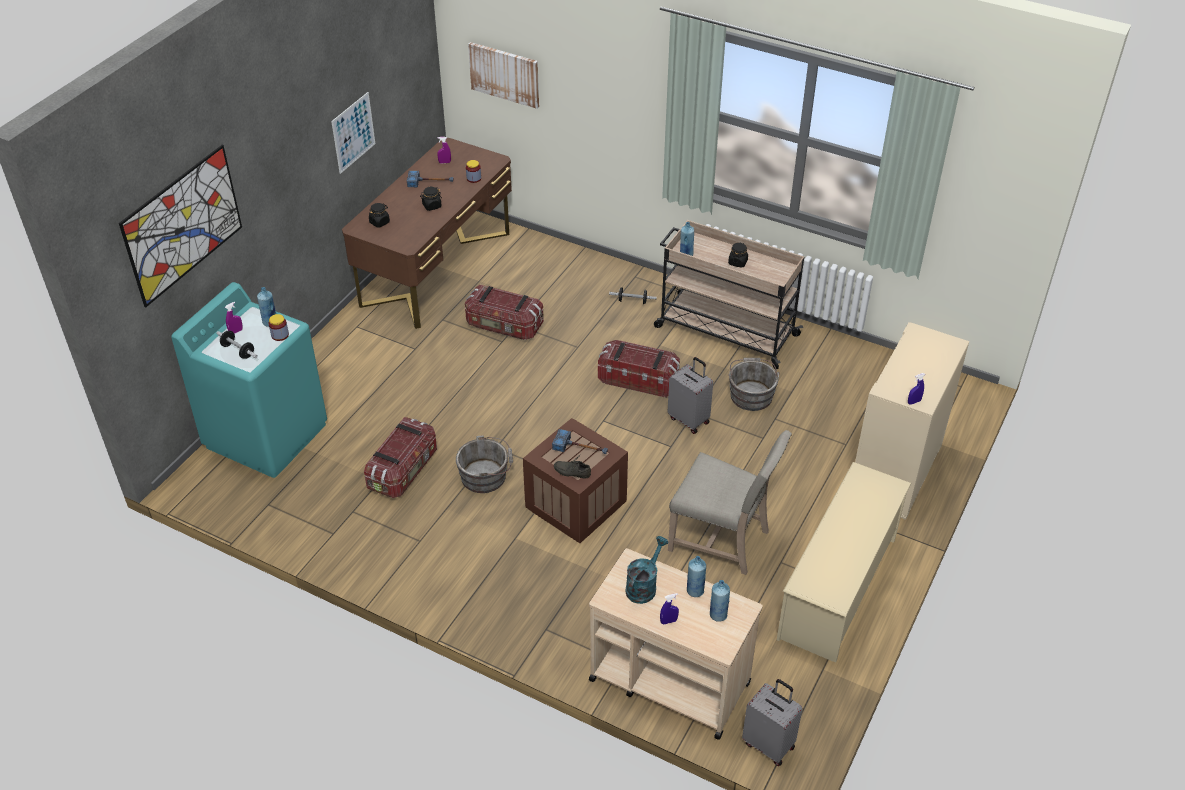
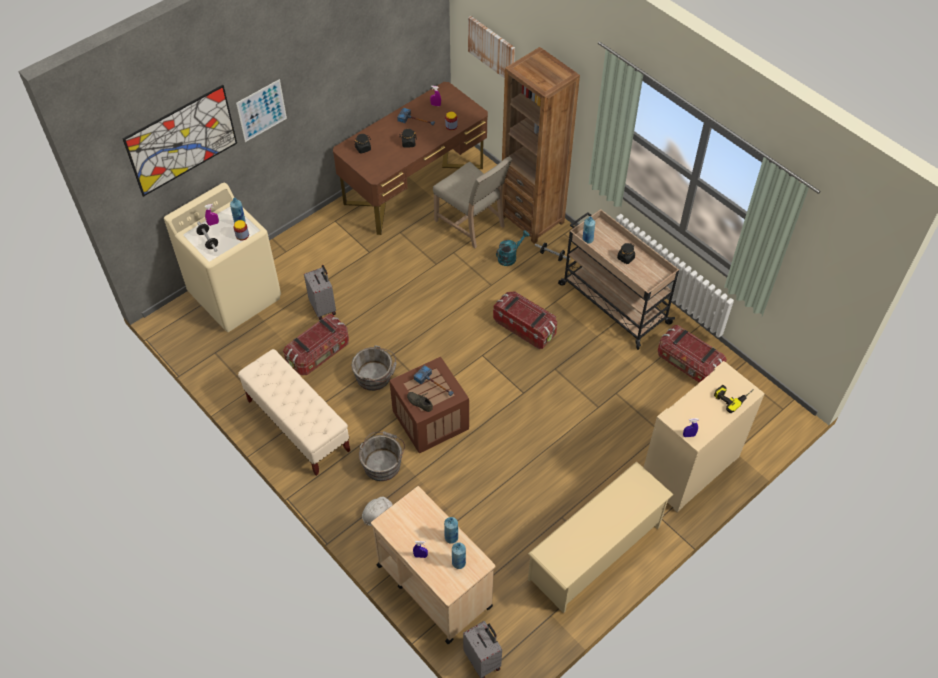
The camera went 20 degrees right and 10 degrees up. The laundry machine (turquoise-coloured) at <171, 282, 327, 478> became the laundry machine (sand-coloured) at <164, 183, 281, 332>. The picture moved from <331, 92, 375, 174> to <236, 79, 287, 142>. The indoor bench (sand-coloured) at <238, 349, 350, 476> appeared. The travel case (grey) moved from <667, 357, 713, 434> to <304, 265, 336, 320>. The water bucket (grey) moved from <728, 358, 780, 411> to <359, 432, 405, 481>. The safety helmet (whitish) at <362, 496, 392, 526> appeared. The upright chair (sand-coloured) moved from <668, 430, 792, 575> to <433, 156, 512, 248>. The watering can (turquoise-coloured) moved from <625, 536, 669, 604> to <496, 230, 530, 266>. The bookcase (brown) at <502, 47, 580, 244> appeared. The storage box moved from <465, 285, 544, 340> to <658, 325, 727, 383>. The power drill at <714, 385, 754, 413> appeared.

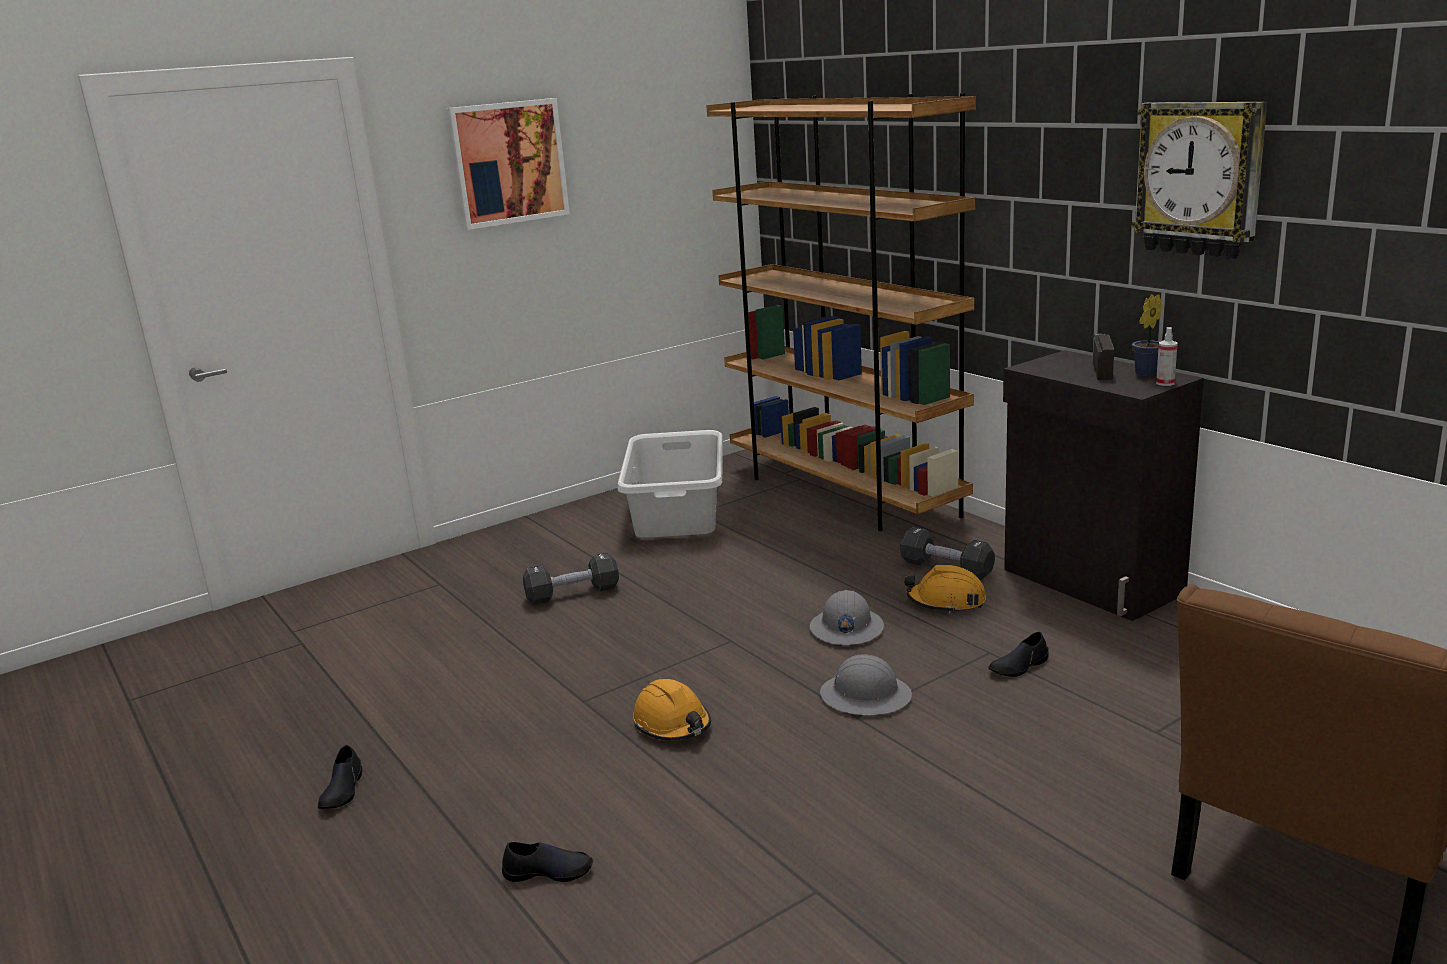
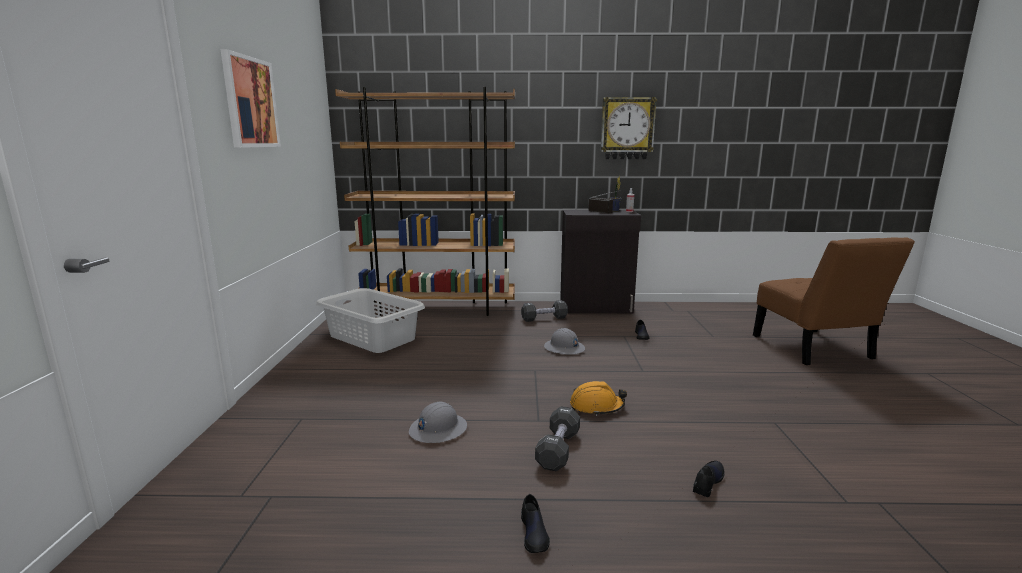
The camera went 55 degrees left and 5 degrees down. The safety helmet (grey) moved from <820, 654, 912, 715> to <409, 402, 467, 443>. The item of footwear (black) at <318, 745, 362, 809> turned 45 degrees clockwise. The dumbbell (black) moved from <523, 552, 619, 605> to <535, 406, 580, 471>. The safety helmet (orangey) at <904, 565, 986, 614> disappeared.

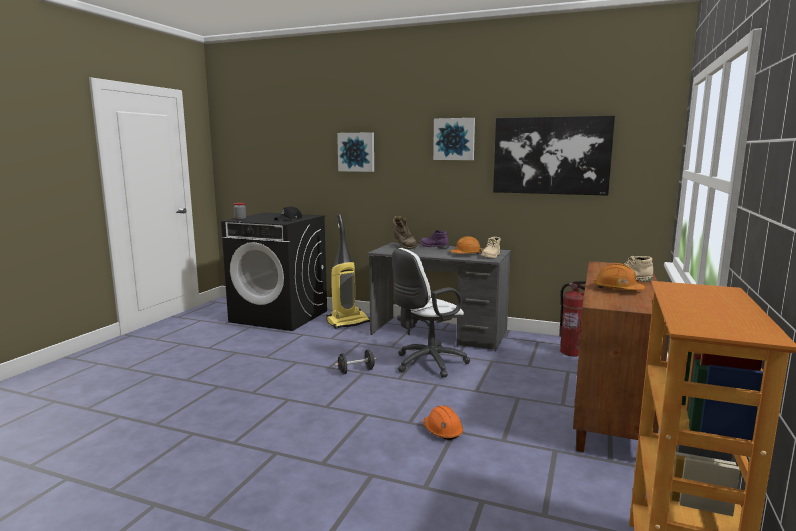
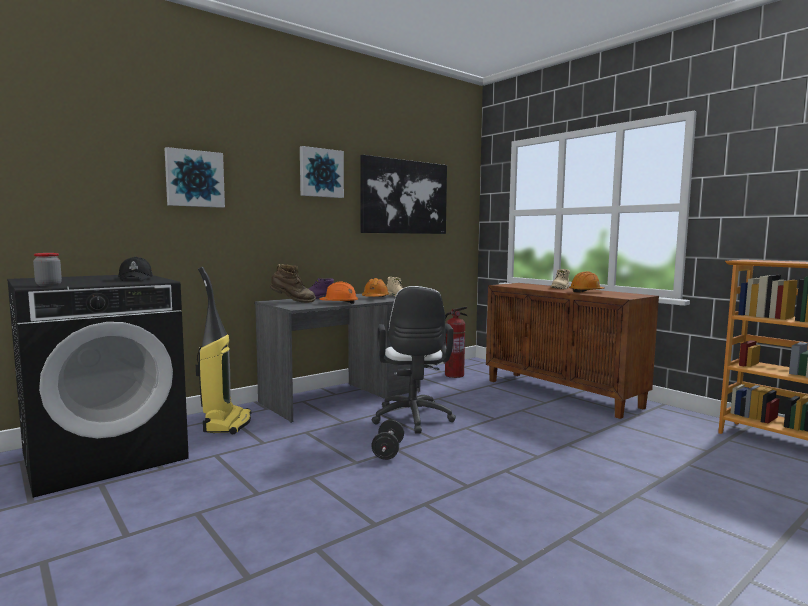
The camera went 60 degrees left and 5 degrees down. The safety helmet (orangey) moved from <423, 406, 463, 440> to <319, 282, 358, 304>.

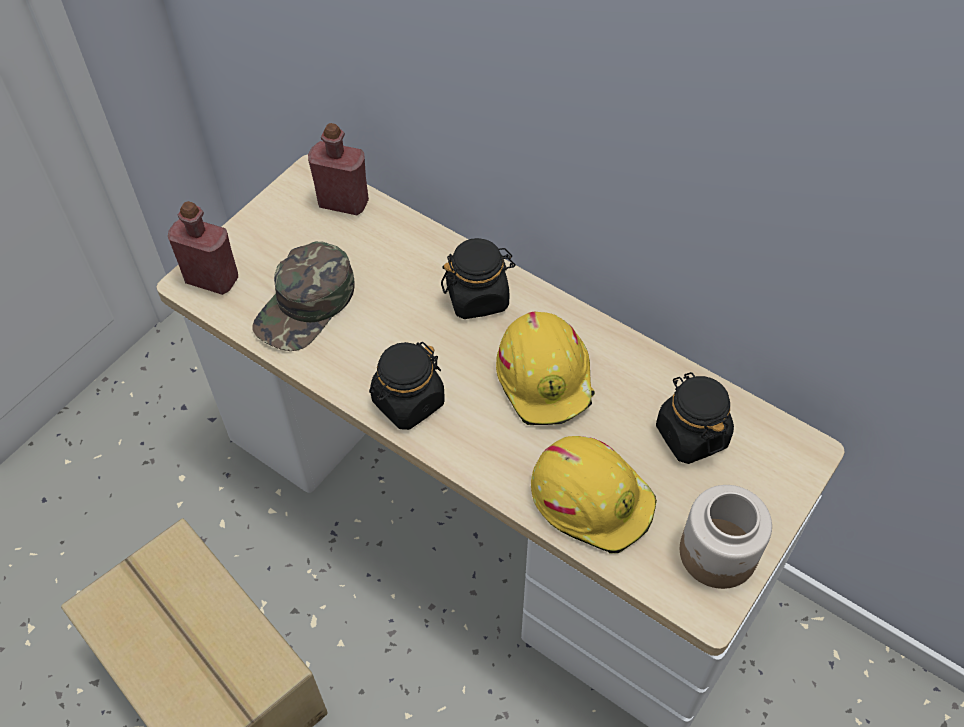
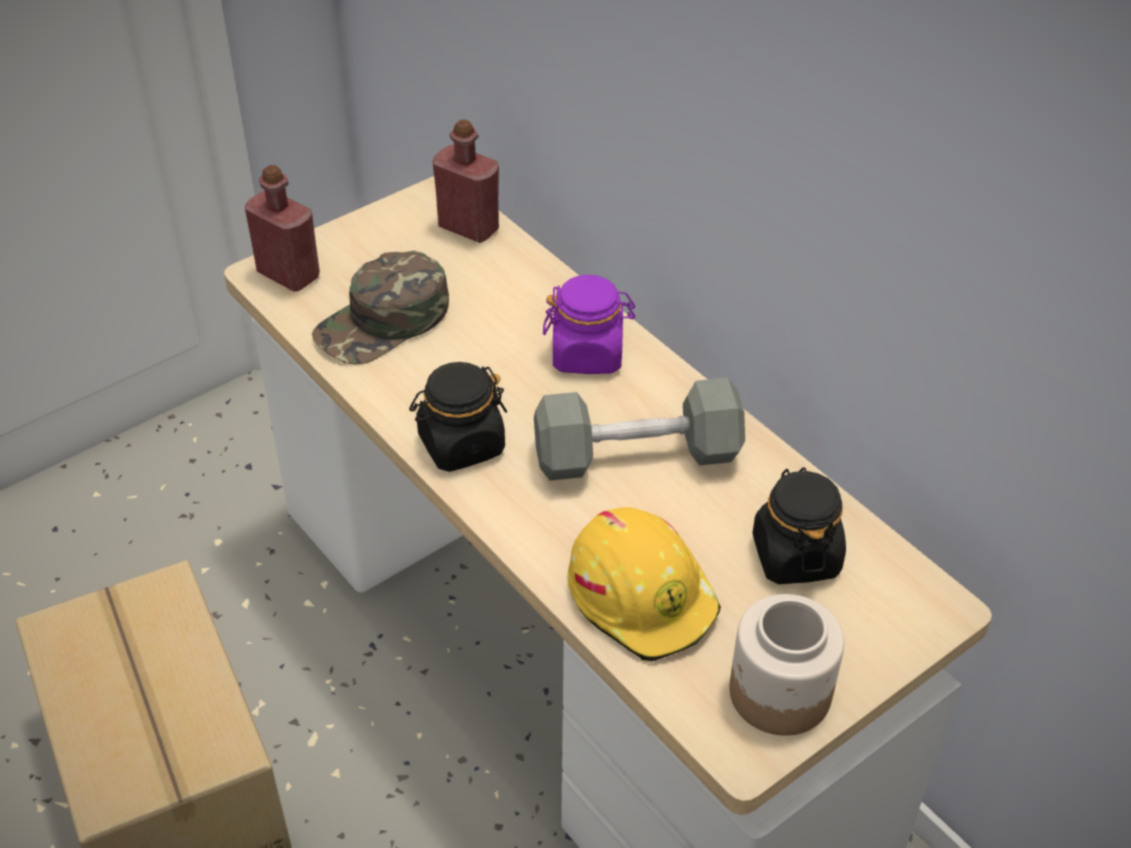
The camera went 15 degrees right and 10 degrees down. The safety helmet (yellow-coloured) at <496, 312, 595, 425> was replaced by the dumbbell (grey) at <534, 378, 745, 481>. The storage jar (black) at <441, 238, 515, 319> became the storage jar (purple-coloured) at <543, 275, 635, 374>.

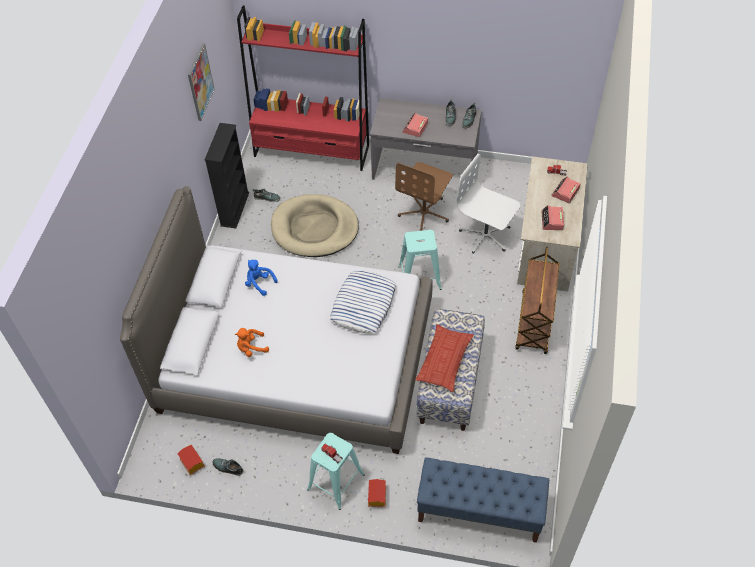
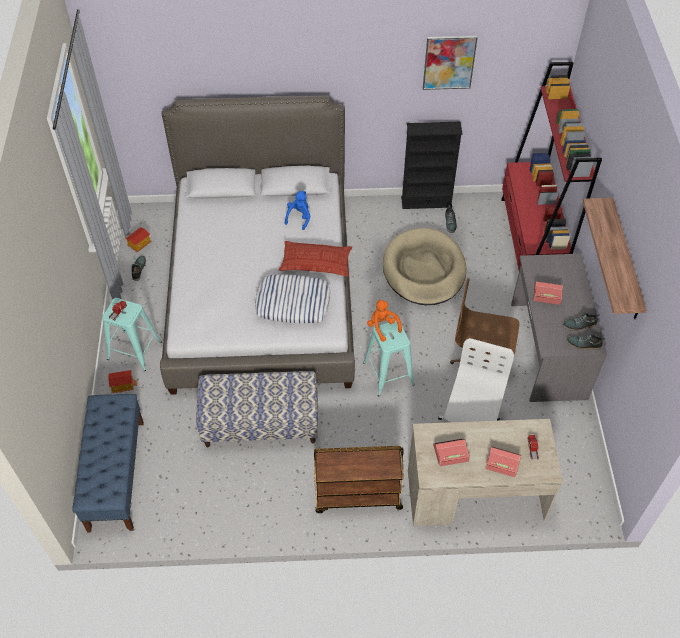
The camera went 75 degrees right and 0 degrees up. The pillow moved from <415, 324, 474, 392> to <279, 241, 352, 276>. The cuddly toy (orangey) moved from <235, 328, 269, 357> to <367, 299, 402, 342>. The wall shelf at <583, 198, 646, 319> appeared.

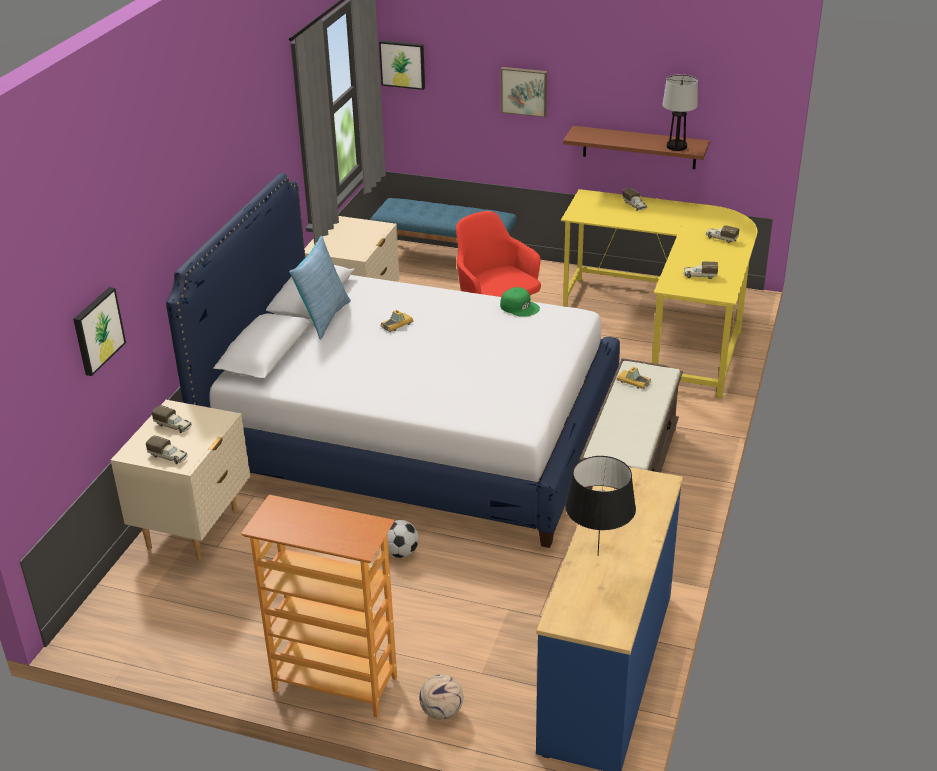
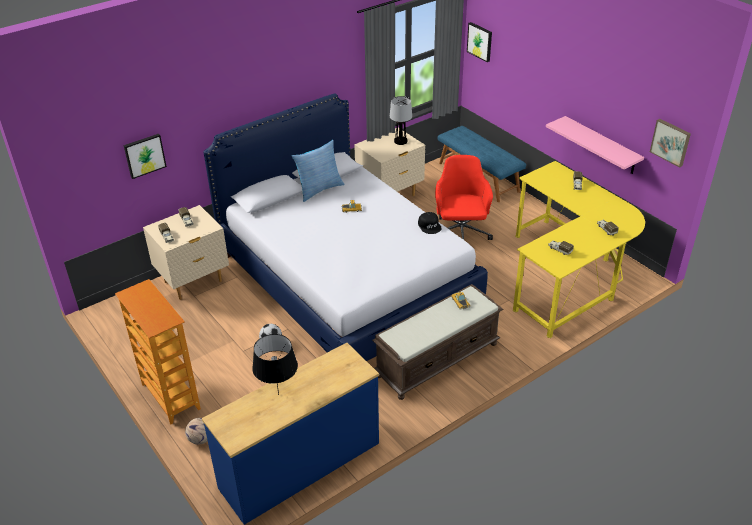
The camera went 35 degrees right and 5 degrees up. The table lamp moved from <662, 74, 698, 151> to <390, 96, 412, 145>. The cap (green-coloured) at <500, 287, 540, 317> became the cap (black) at <418, 212, 442, 234>. The wall shelf (brown) at <563, 126, 710, 169> became the wall shelf (pink) at <546, 116, 644, 174>. The picture moved from <501, 67, 547, 117> to <650, 119, 691, 167>.

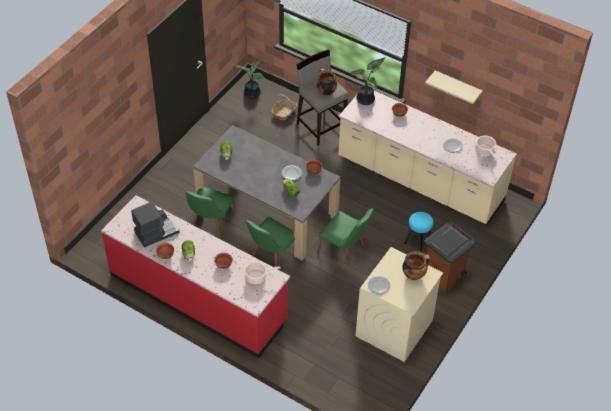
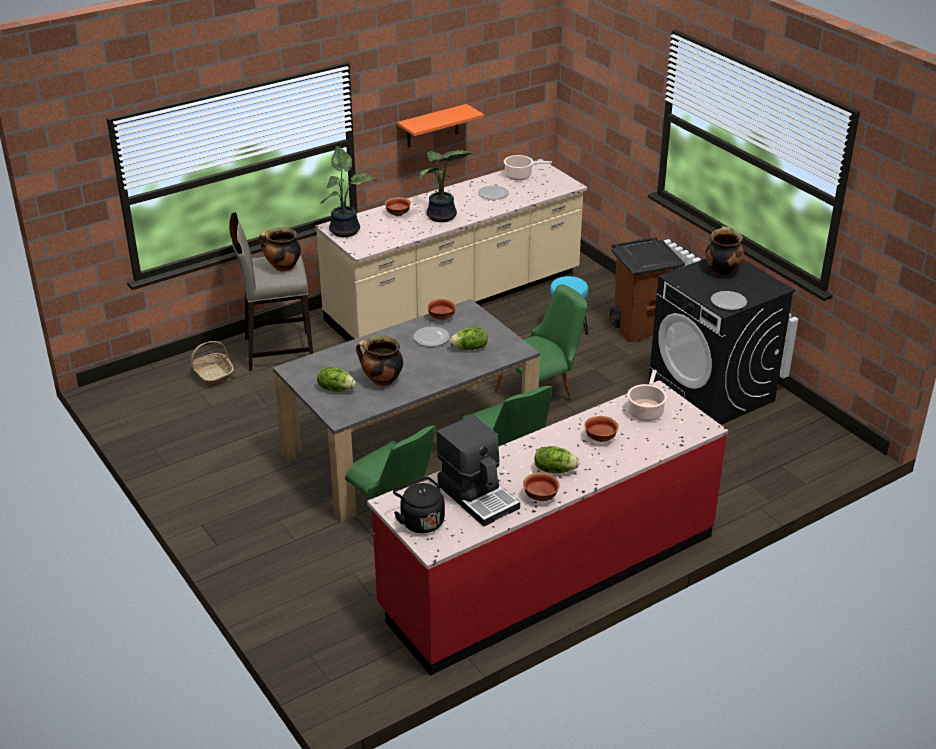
The camera went 65 degrees left and 15 degrees down. The stockpot at <356, 336, 403, 386> appeared. The kettle (black) at <393, 477, 445, 533> appeared. The wall shelf (sand-coloured) at <425, 70, 483, 104> became the wall shelf (orangey) at <397, 104, 484, 147>. The plant in a pot moved from <233, 61, 265, 99> to <420, 150, 474, 222>. The coffee brewer at <131, 202, 180, 247> turned 150 degrees clockwise. The laundry machine (sand-coloured) at <356, 247, 443, 362> became the laundry machine (black) at <648, 259, 795, 425>.

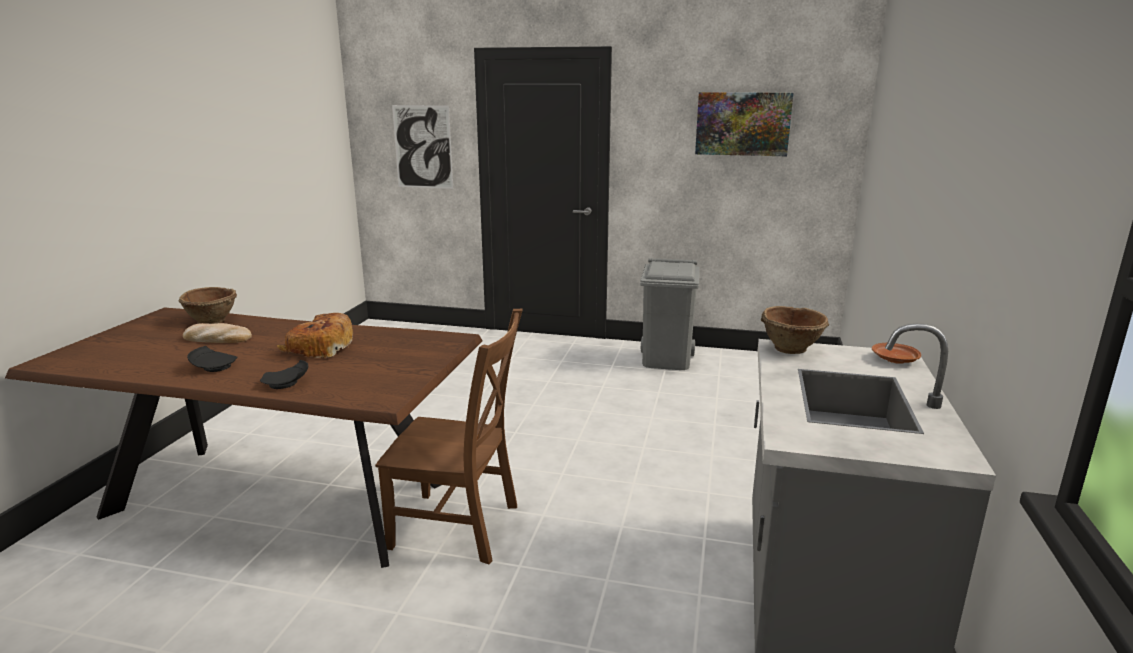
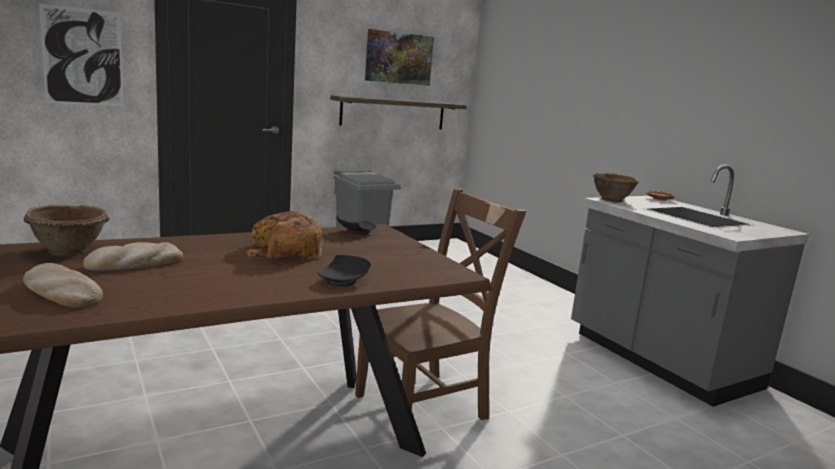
The camera went 45 degrees left and 5 degrees down. The baked bread at <23, 263, 103, 307> appeared. The wall shelf at <330, 95, 467, 129> appeared. The flat dish (black) moved from <187, 346, 238, 372> to <337, 215, 377, 235>.

